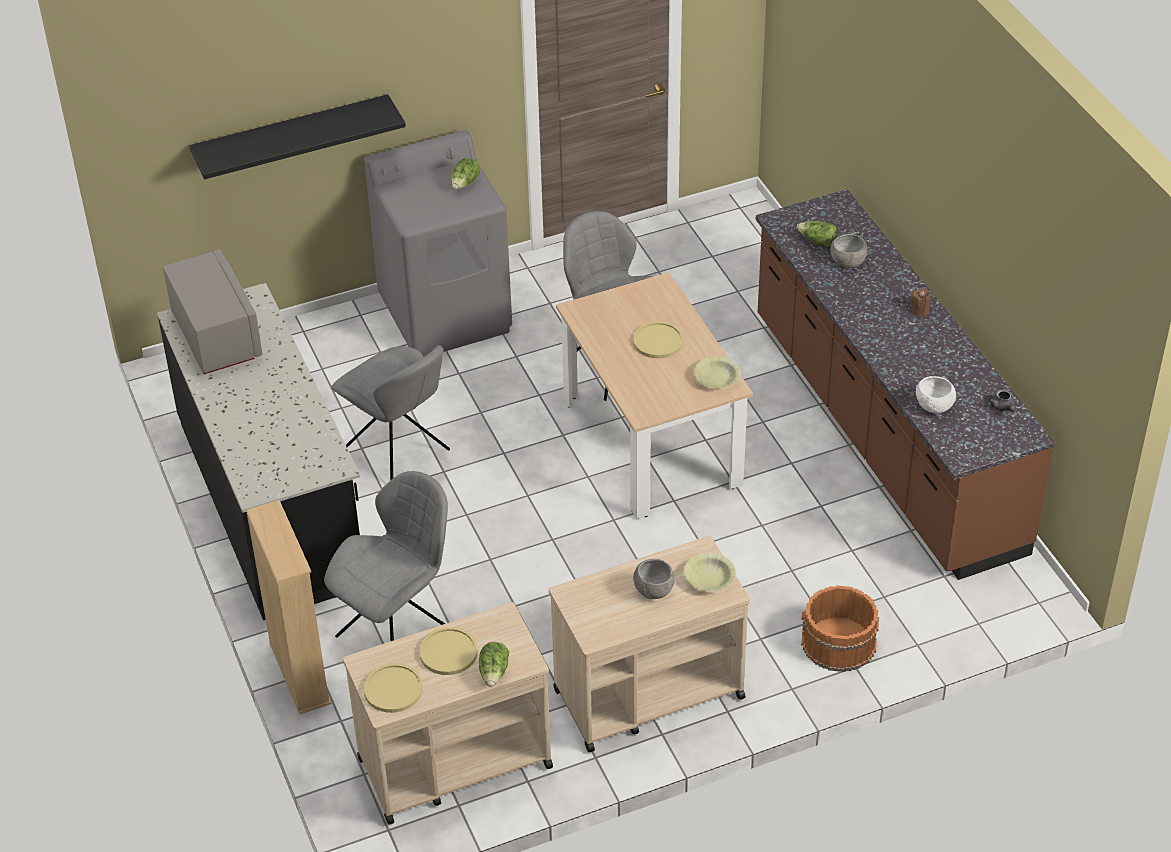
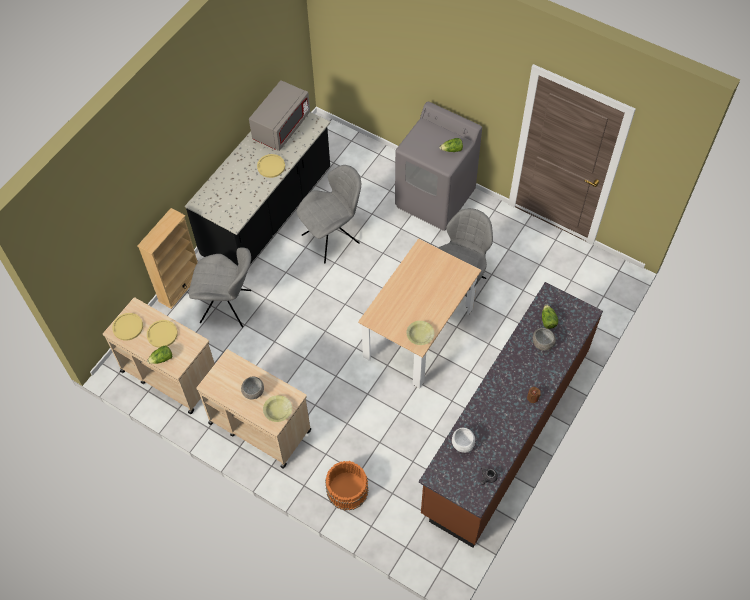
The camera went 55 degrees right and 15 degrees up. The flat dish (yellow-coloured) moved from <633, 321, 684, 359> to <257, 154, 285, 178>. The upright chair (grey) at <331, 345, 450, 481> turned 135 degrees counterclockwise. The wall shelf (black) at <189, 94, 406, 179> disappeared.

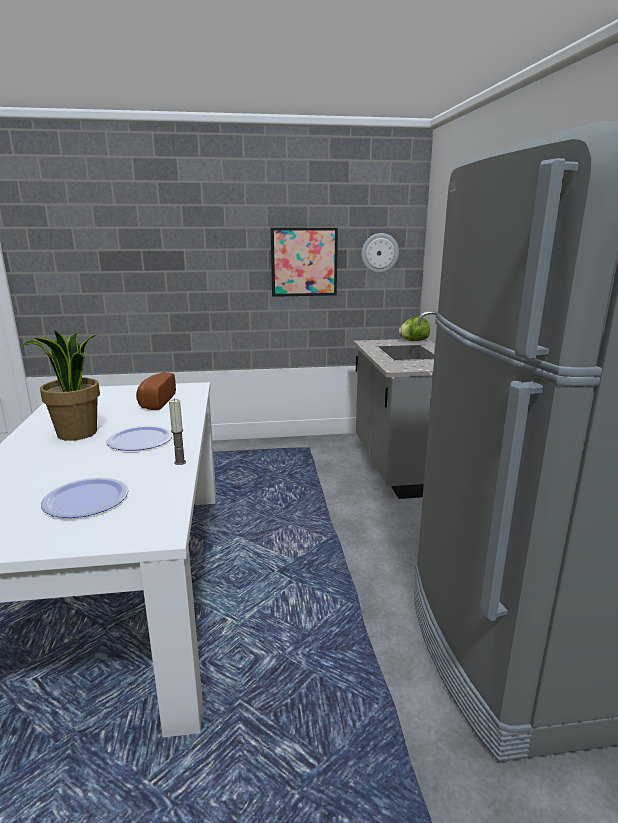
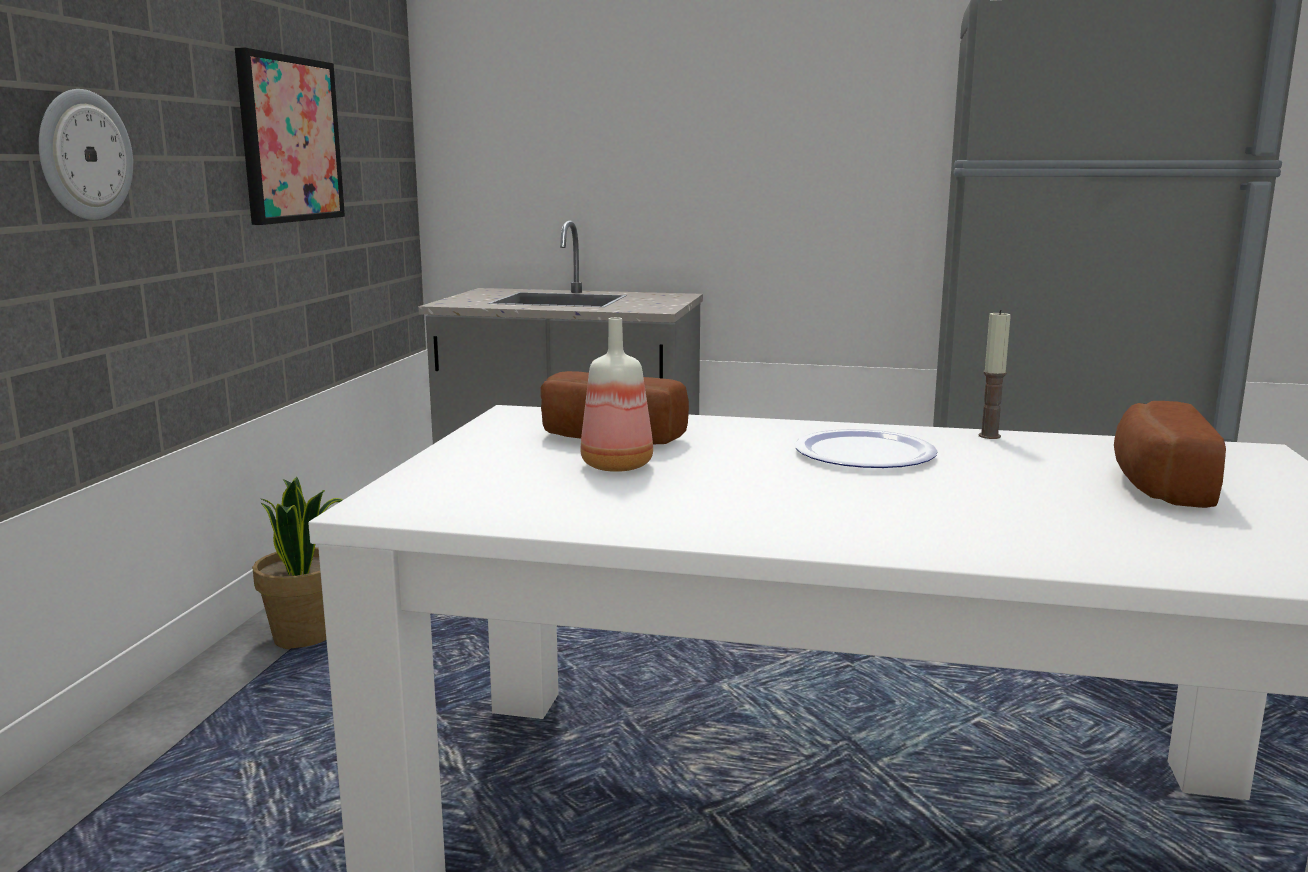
The camera went 70 degrees left and 5 degrees down. The hanging clock moved from <361, 233, 399, 273> to <39, 89, 133, 220>. The plant in a pot moved from <22, 330, 100, 441> to <252, 477, 343, 649>. The bottle at <581, 317, 653, 472> appeared. The flat dish at <41, 478, 129, 518> was replaced by the baked bread at <1114, 401, 1226, 508>. The lettuce head at <399, 317, 430, 341> disappeared.

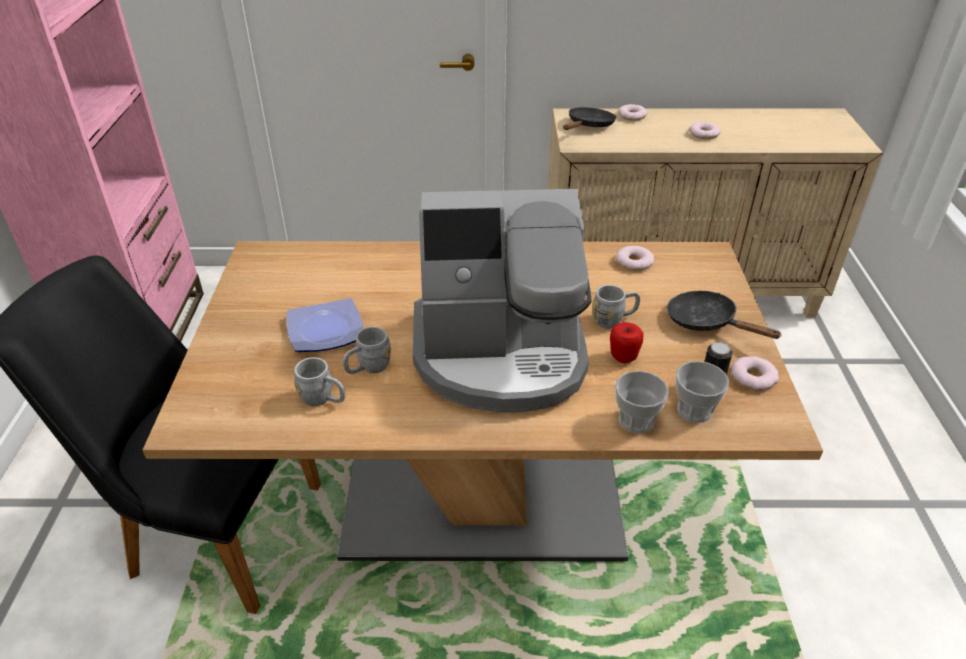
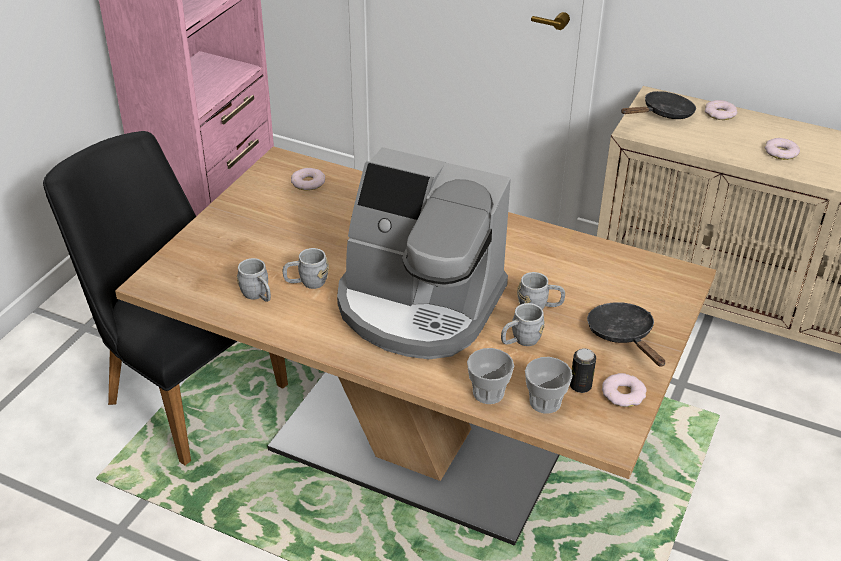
The camera went 25 degrees right and 0 degrees up. The ring doughnut moved from <615, 246, 654, 271> to <291, 168, 325, 191>. The apple at <610, 322, 643, 363> was replaced by the tea mug (grey) at <501, 303, 545, 346>. The flat dish at <287, 298, 363, 352> disappeared.

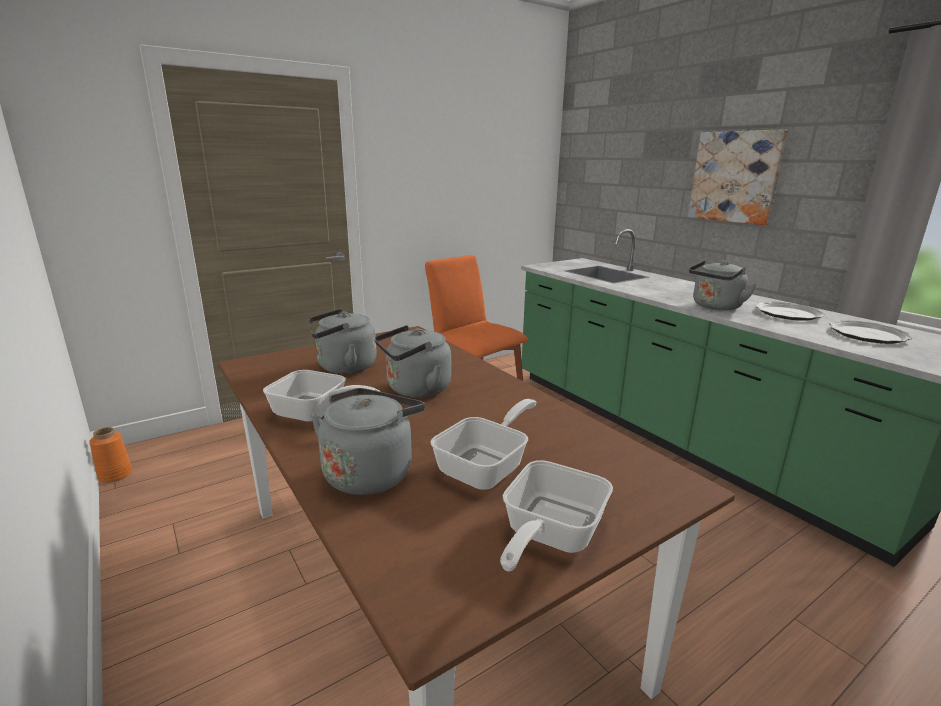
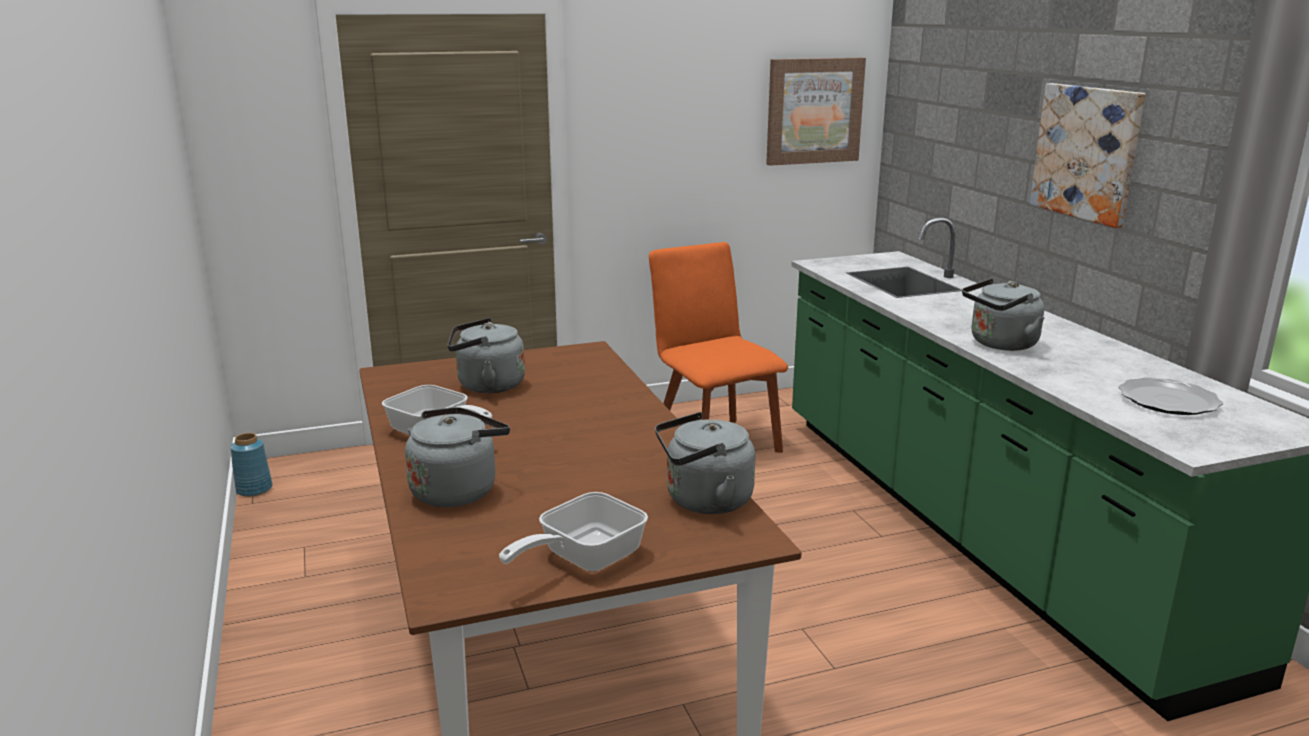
The camera went 15 degrees right and 0 degrees up. The decorative vase (orangey) at <89, 427, 132, 483> became the decorative vase (blue-coloured) at <230, 433, 272, 497>. The kettle (grey) moved from <375, 325, 451, 397> to <655, 412, 755, 514>. The picture at <766, 58, 866, 166> appeared. The skillet at <430, 399, 537, 490> disappeared. The flat dish at <755, 302, 824, 321> disappeared.

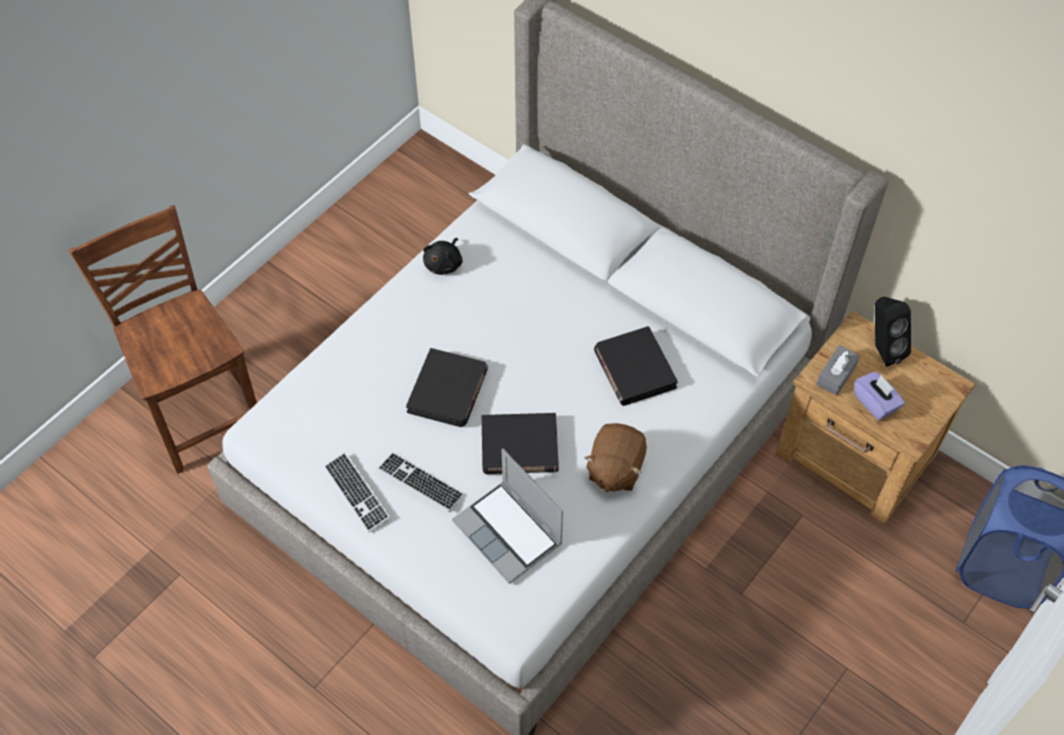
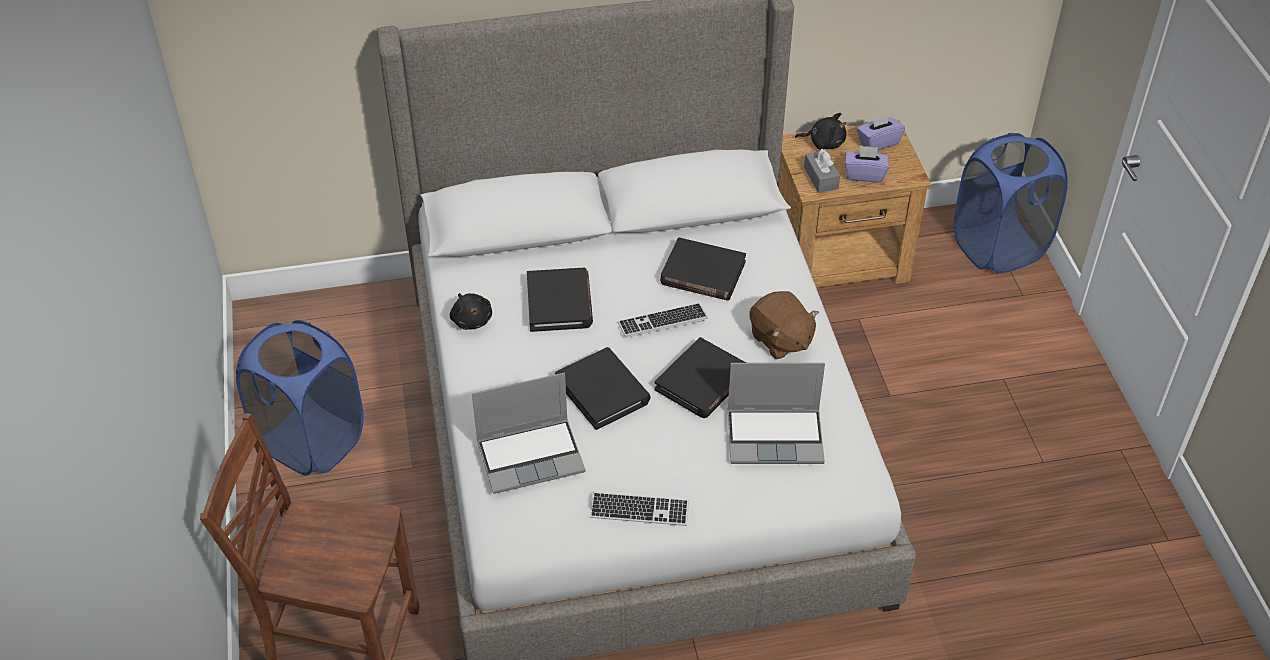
The camera went 50 degrees left and 10 degrees down. The washing basket (blue-coloured) at <236, 320, 364, 476> appeared. The notebook computer at <472, 373, 586, 494> appeared. The book (black) at <527, 268, 593, 332> appeared. The keyboard moved from <377, 452, 464, 512> to <618, 303, 708, 338>. The audio speaker (black) at <875, 297, 911, 367> was replaced by the cuddly toy (black) at <795, 113, 847, 150>. The tissue holder (purple-coloured) at <857, 112, 905, 150> appeared.

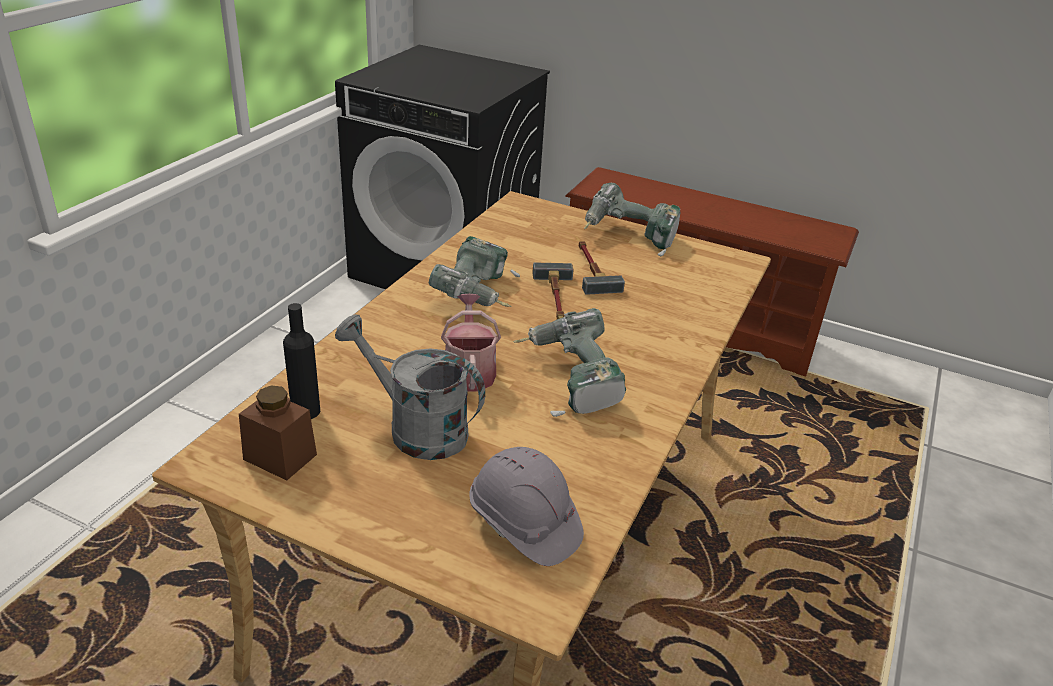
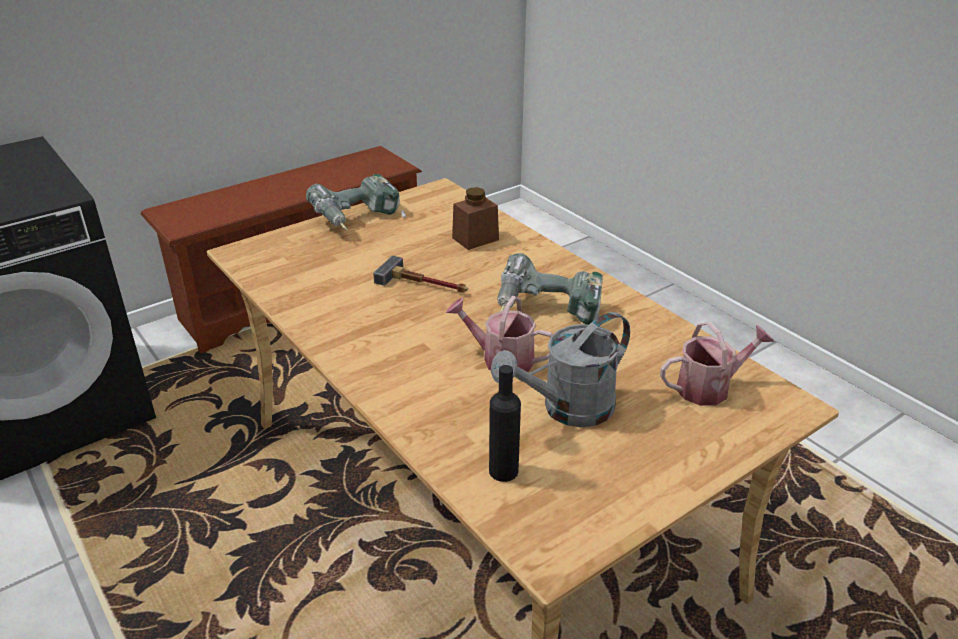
The camera went 60 degrees left and 0 degrees up. The storage jar (brown) moved from <239, 385, 317, 480> to <452, 187, 499, 250>. The safety helmet (grey) at <469, 447, 584, 566> was replaced by the watering can at <660, 322, 775, 406>. The power drill at <429, 236, 520, 307> disappeared. The tool hammer at <579, 241, 625, 295> disappeared.

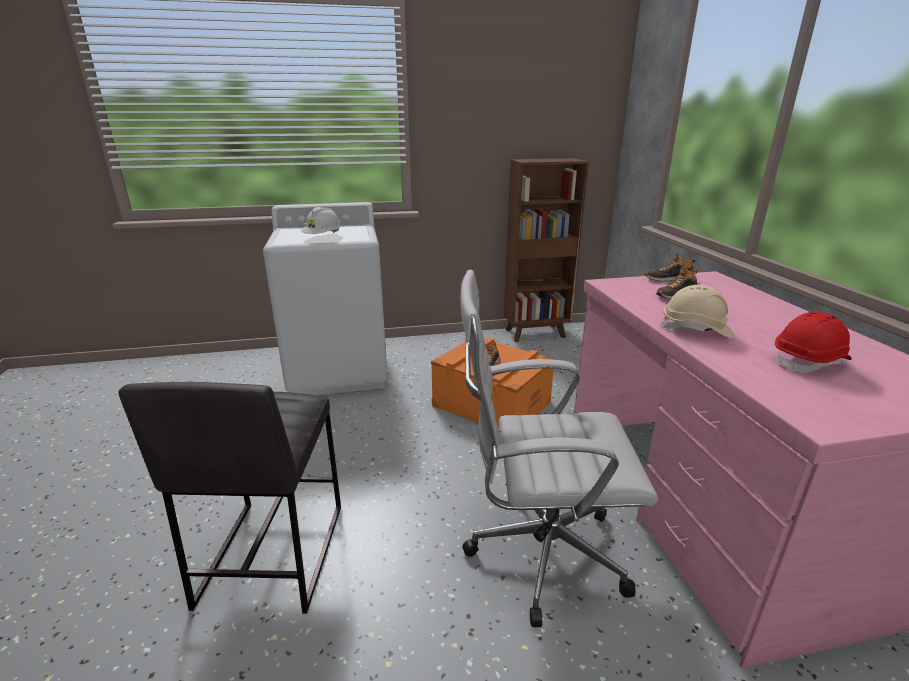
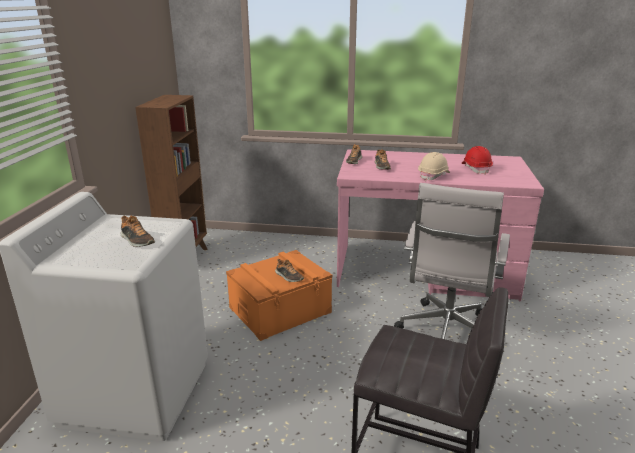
The camera went 70 degrees left and 0 degrees up. The safety helmet (whitish) at <301, 207, 341, 234> was replaced by the item of footwear at <121, 215, 155, 247>.

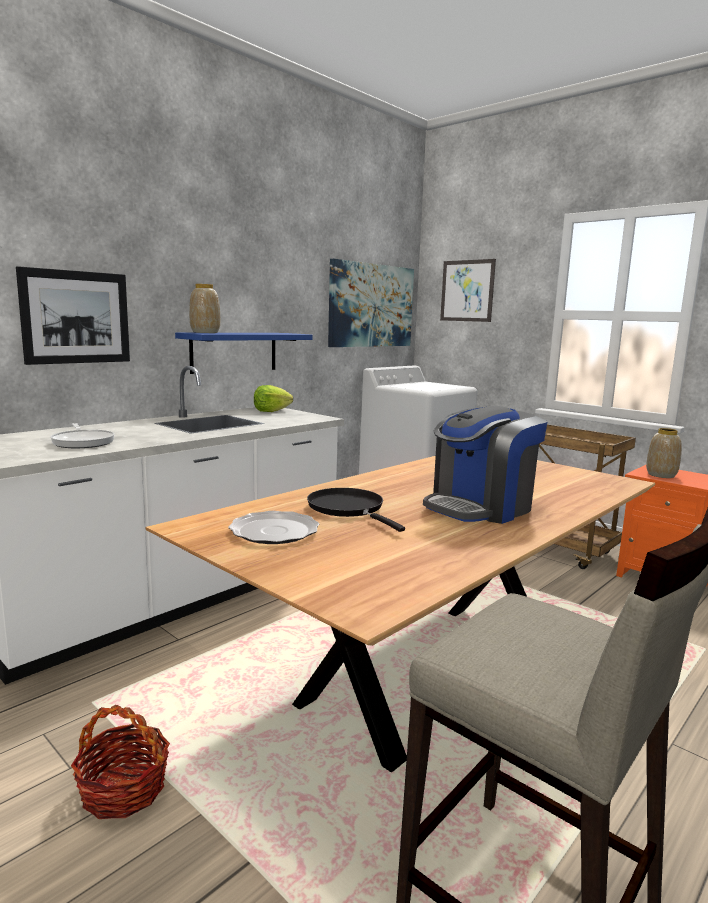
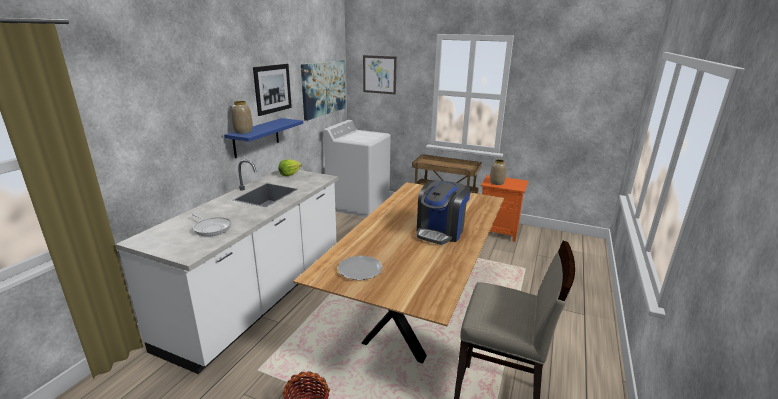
The camera went 20 degrees left and 10 degrees up. The picture moved from <16, 266, 130, 365> to <253, 64, 292, 116>. The skillet (black) at <307, 488, 405, 532> disappeared.

